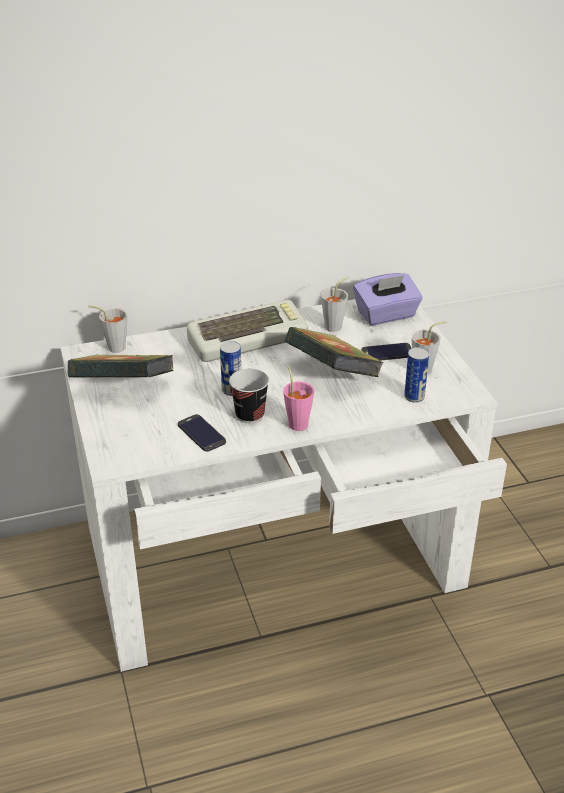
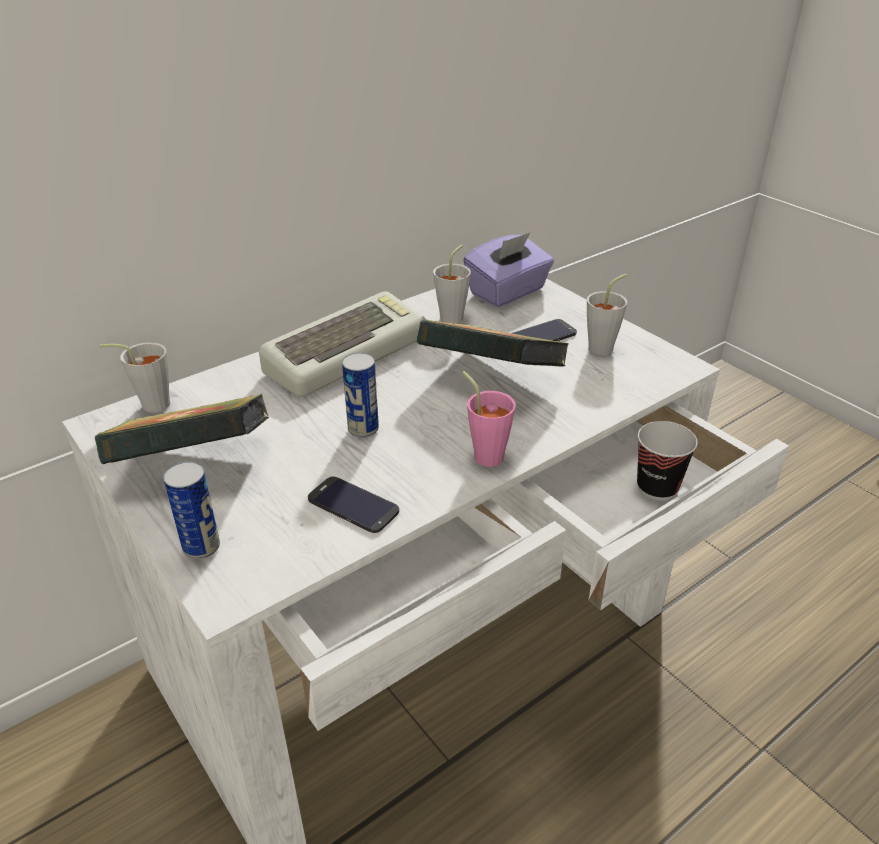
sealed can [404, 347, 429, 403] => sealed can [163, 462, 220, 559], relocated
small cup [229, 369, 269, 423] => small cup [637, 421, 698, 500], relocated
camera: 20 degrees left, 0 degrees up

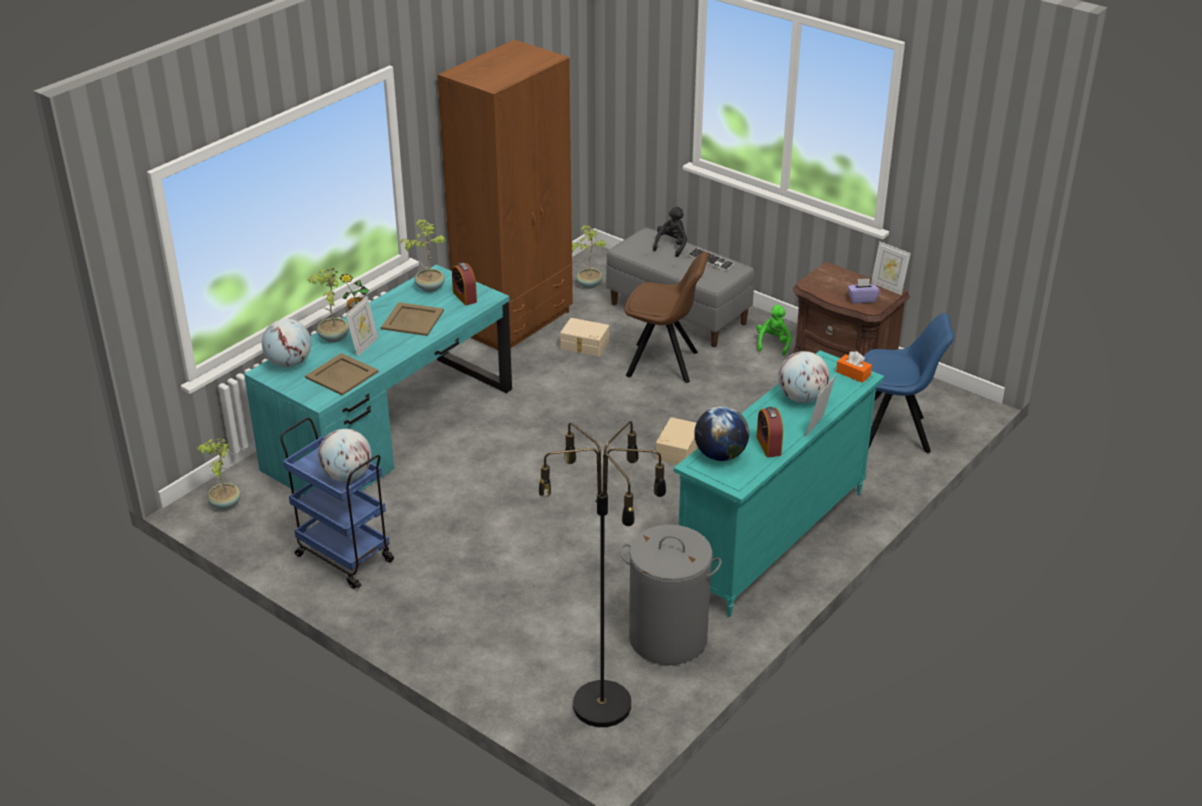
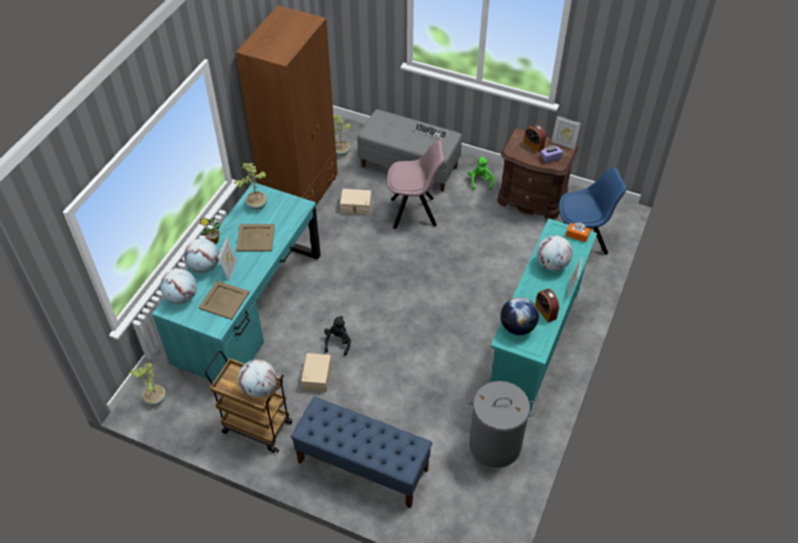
black-coloured soft toy [653, 207, 687, 257] => black-coloured soft toy [324, 316, 351, 356], relocated
brown-coloured plain chair [625, 251, 708, 383] => pink-coloured plain chair [387, 140, 444, 229]
bedside clock [452, 262, 477, 306] => bedside clock [524, 124, 546, 152], relocated
potted plant [307, 268, 349, 343] => globe [184, 238, 219, 273]
beige storage container [656, 417, 698, 465] => beige storage container [301, 353, 332, 392], relocated
blue-coloured wheeled cart [280, 418, 394, 589] => brown-coloured wheeled cart [205, 351, 292, 453]
standard lamp [539, 421, 666, 727] => nothing
nothing => blue-coloured bench [291, 396, 432, 509]
camera: 15 degrees left, 15 degrees up

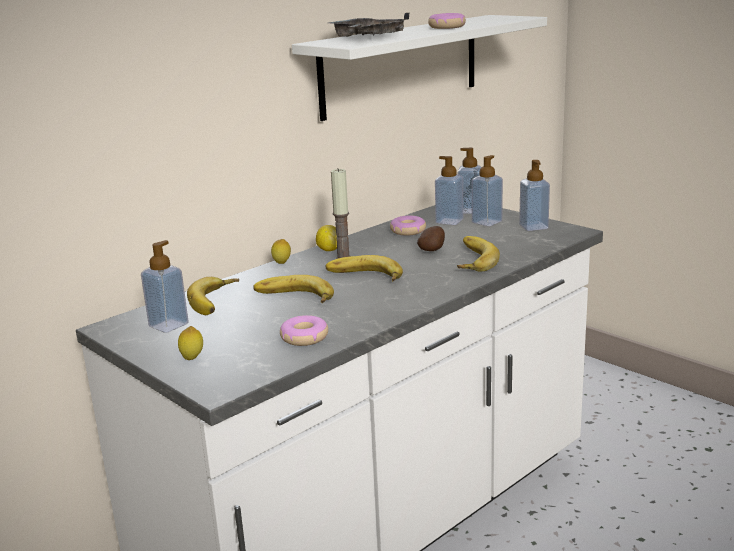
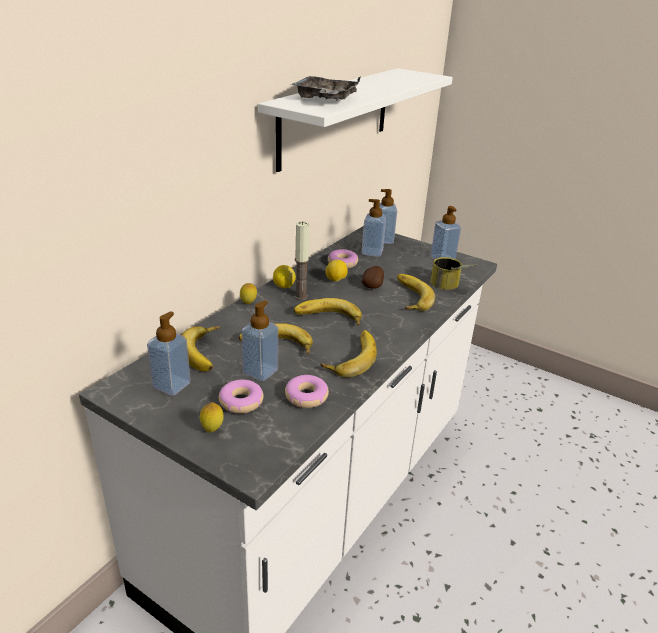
doughnut [428, 13, 466, 29] => doughnut [219, 379, 264, 414], relocated
soap bottle [472, 155, 503, 226] => soap bottle [241, 300, 278, 381], relocated
nothing => sealed can [430, 257, 477, 290]
nothing => whole lemon [325, 260, 348, 281]
nothing => banana [321, 330, 377, 377]
camera: 15 degrees left, 10 degrees up

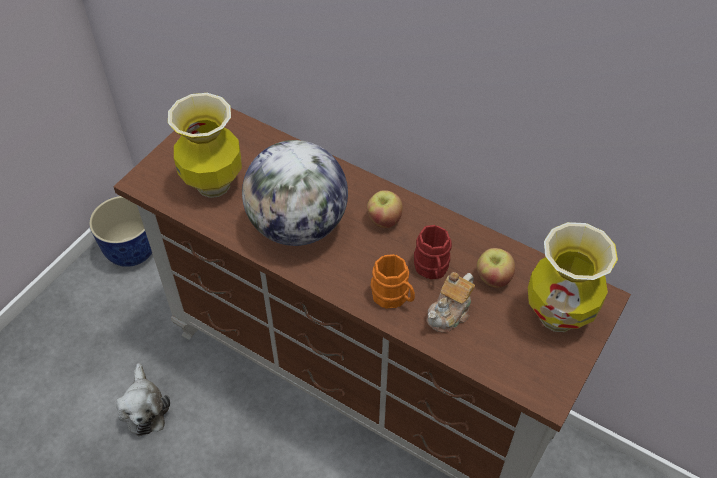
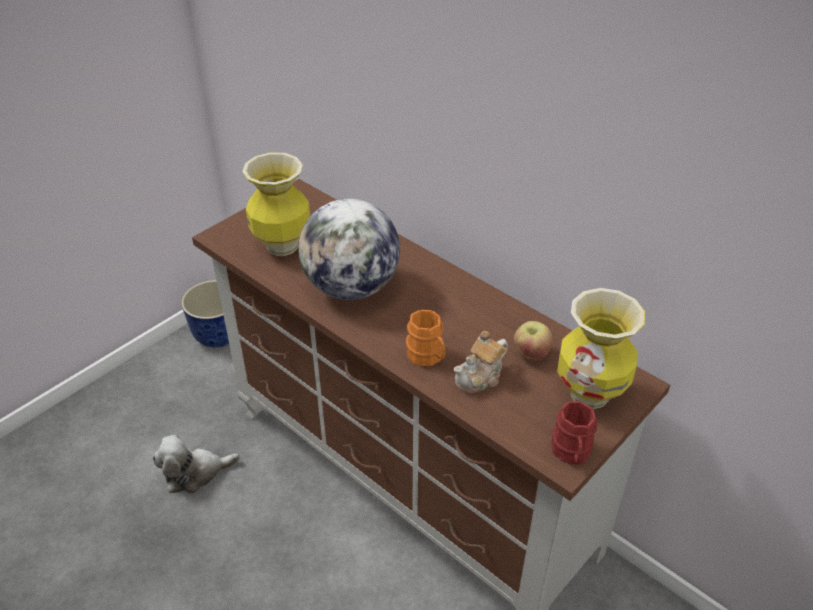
apple fruit [367, 190, 403, 228] => nothing
red-coloured mug [414, 225, 452, 279] => red-coloured mug [551, 401, 597, 465], relocated
soft toy [116, 363, 170, 436] => soft toy [153, 435, 240, 493], 75 degrees clockwise
camera: 10 degrees right, 10 degrees down

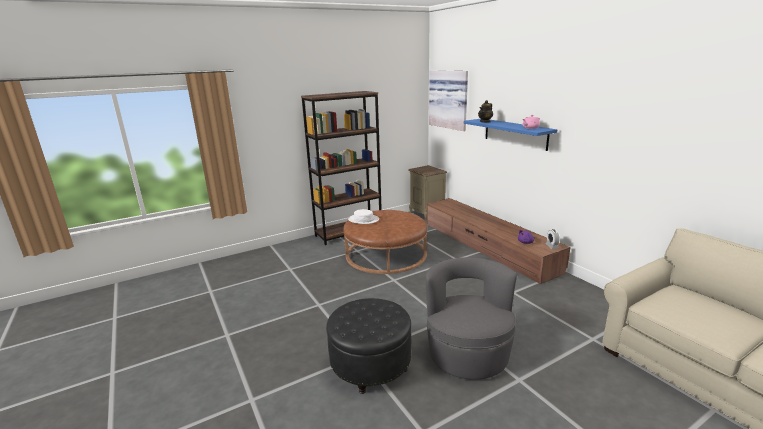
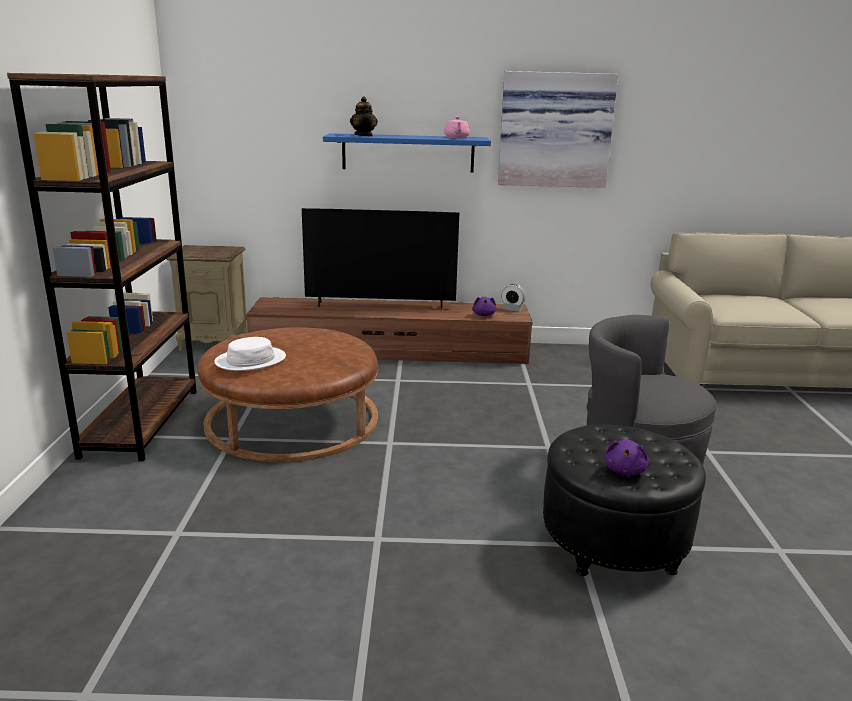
picture [429, 70, 468, 131] => picture [498, 71, 618, 188], relocated
nothing => television [302, 208, 459, 310]
nothing => purple soft toy [604, 440, 650, 476]
camera: 60 degrees left, 0 degrees up

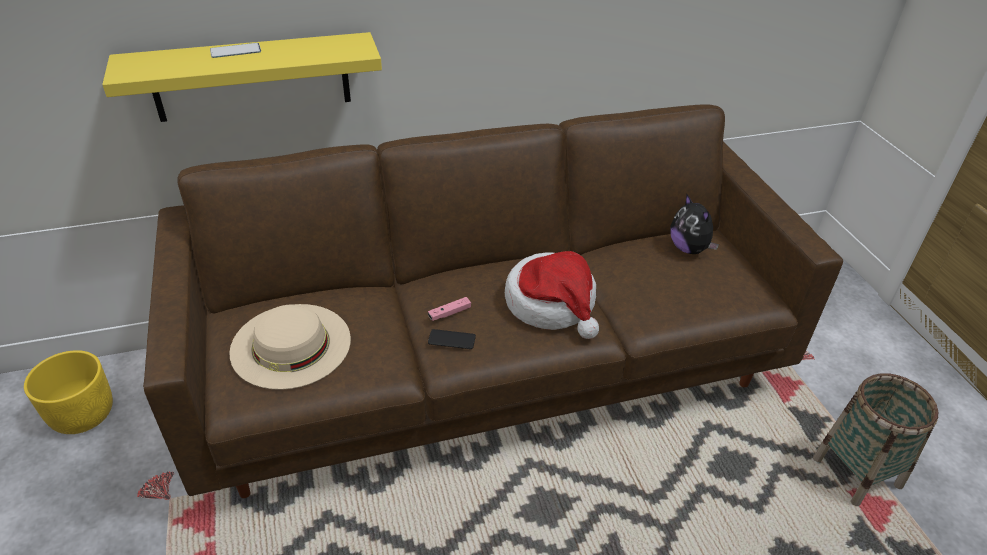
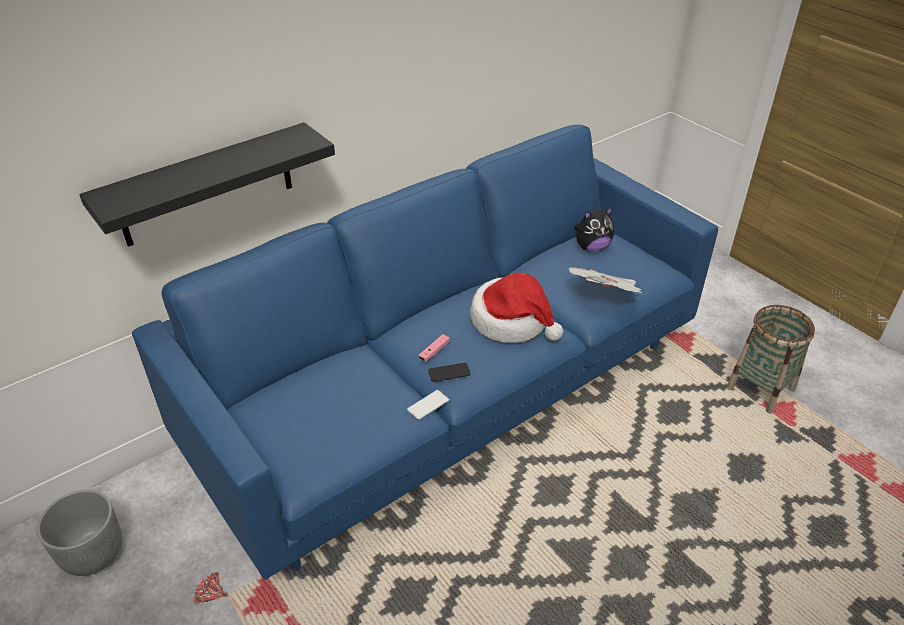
yellow wall shelf [102, 32, 382, 122] => black-coloured wall shelf [79, 122, 335, 247]
telephone [210, 43, 261, 58] => telephone [407, 389, 450, 420], relocated
brown-coloured sofa [143, 104, 843, 498] => blue-coloured sofa [132, 125, 718, 580]
soft toy [670, 194, 719, 254] => soft toy [574, 206, 614, 252], 60 degrees counterclockwise
beige clothing hat [229, 304, 351, 390] => nothing
yellow planter [24, 350, 113, 434] => gray planter [37, 490, 122, 576]
nothing => daily paper [569, 267, 642, 293]
camera: 20 degrees left, 0 degrees up

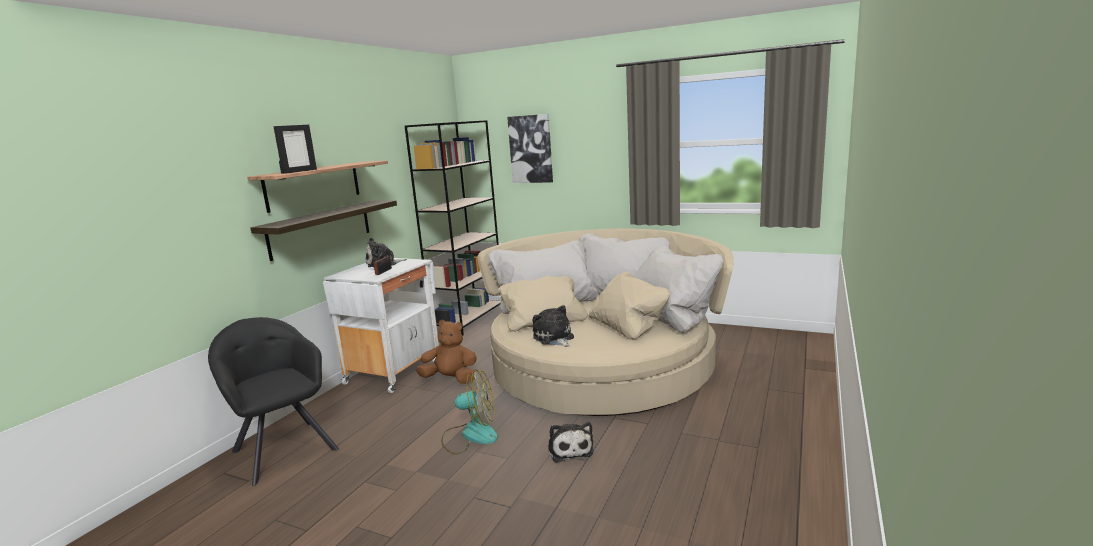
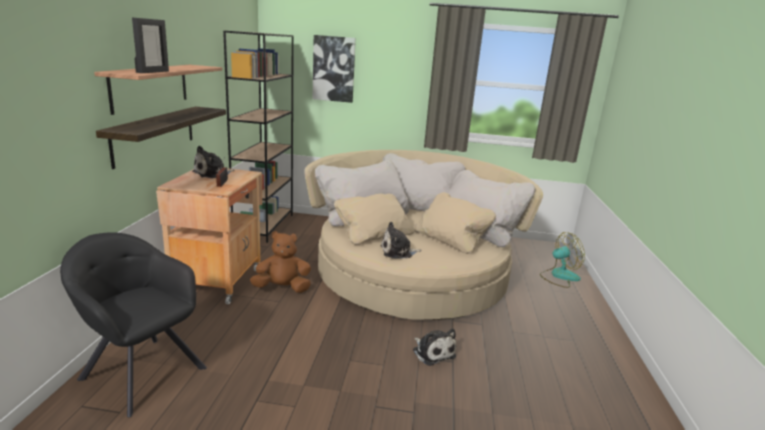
white-coloured wheeled cart [323, 258, 439, 393] => brown-coloured wheeled cart [156, 168, 262, 304]
soft toy [532, 305, 574, 347] => soft toy [380, 222, 422, 259], 60 degrees counterclockwise
electric fan [441, 369, 498, 455] => electric fan [540, 232, 585, 288], relocated
camera: 20 degrees left, 5 degrees up

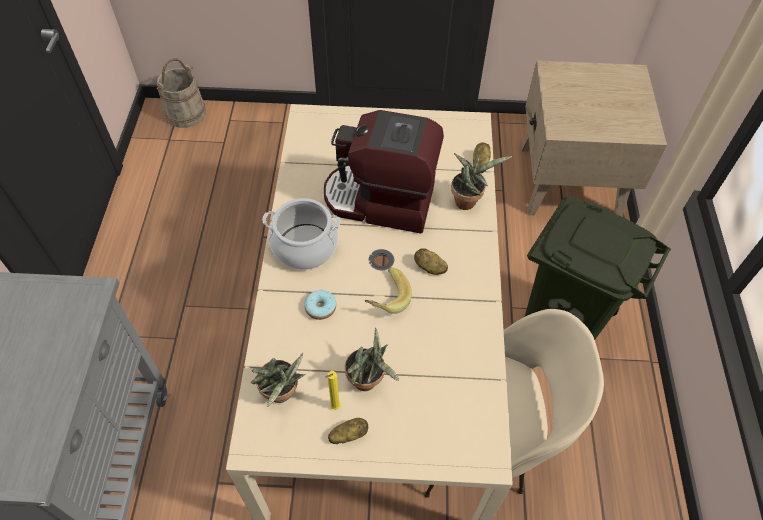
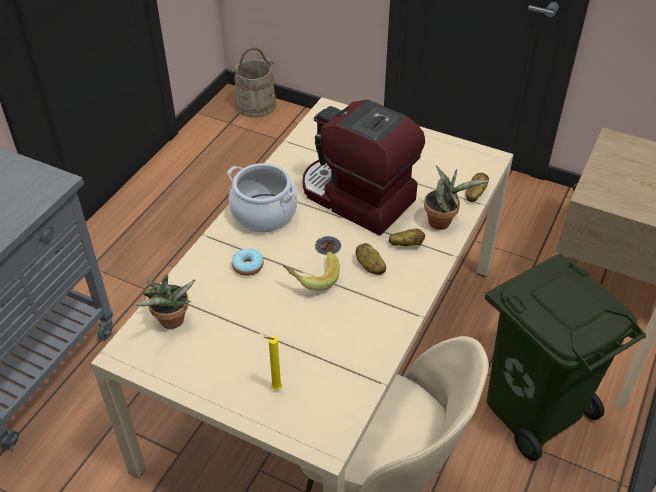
potted plant [345, 327, 399, 391] => nothing
yellow candle [325, 371, 340, 410] => yellow candle [263, 336, 282, 390], relocated
whole potato [328, 418, 368, 444] => whole potato [389, 228, 425, 246], relocated
camera: 25 degrees right, 10 degrees down

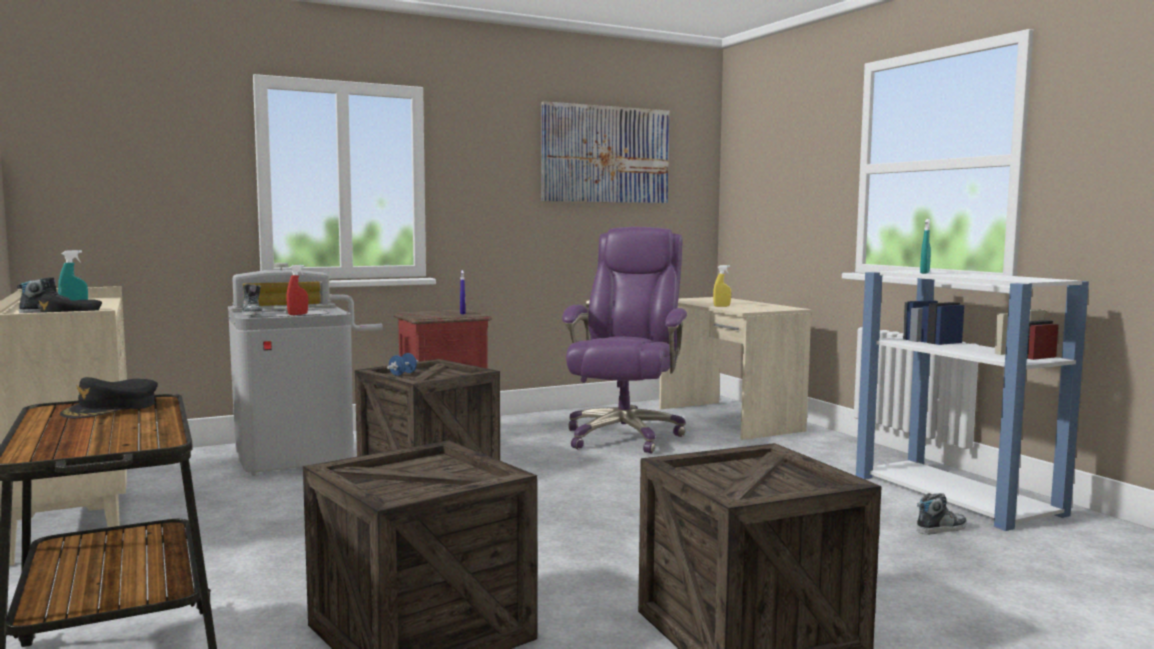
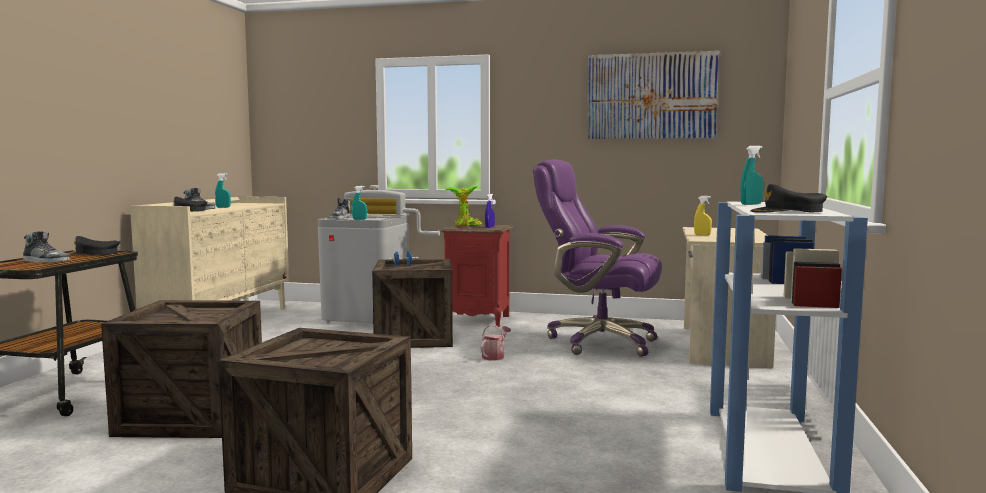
purple office chair [562, 227, 687, 453] => purple office chair [533, 160, 662, 357], 120 degrees counterclockwise
red-coloured sprayer [287, 265, 308, 315] => blue-green sprayer [352, 186, 367, 220]
low shoe [917, 493, 967, 535] => low shoe [23, 231, 70, 263], relocated
nothing => black-coloured baseball cap [750, 184, 827, 213]
nothing => potted plant [445, 186, 482, 227]
nothing => watering pot [481, 325, 511, 361]
camera: 40 degrees right, 0 degrees up

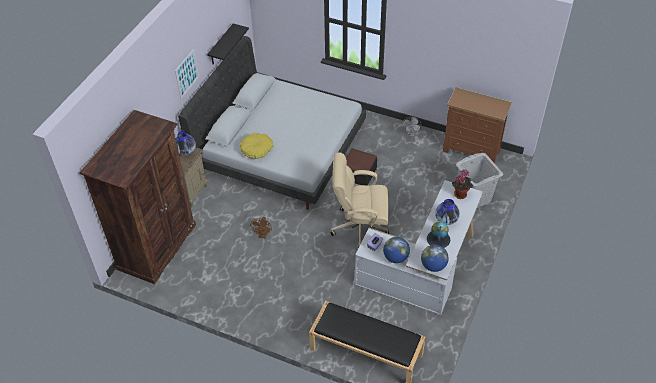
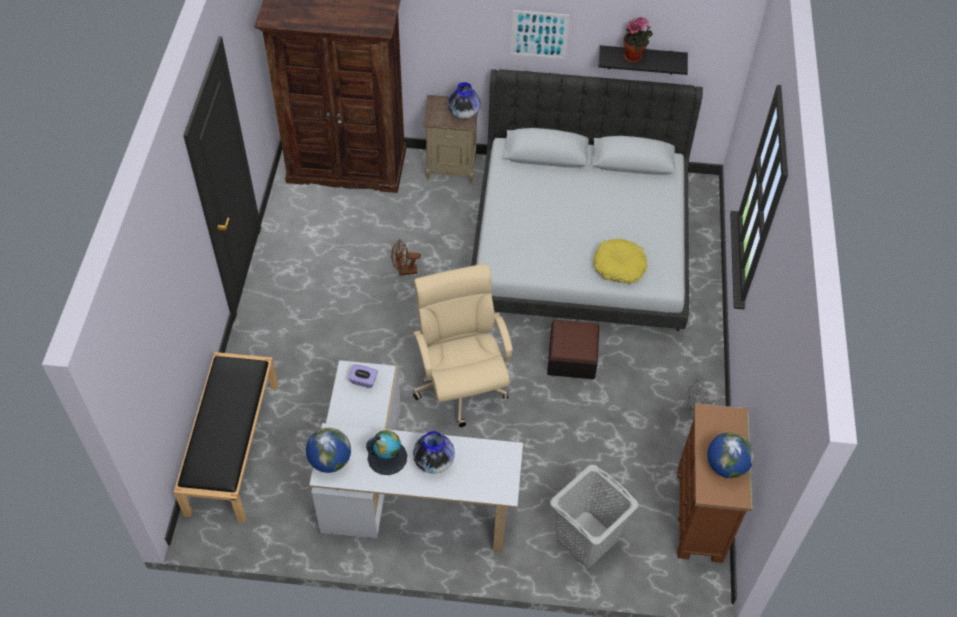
yellow pillow [240, 133, 273, 159] => yellow pillow [593, 239, 647, 284], relocated
potted plant [452, 169, 473, 199] => potted plant [623, 17, 653, 63], relocated
globe [383, 237, 410, 263] => globe [707, 432, 754, 478], relocated
camera: 70 degrees right, 5 degrees up

